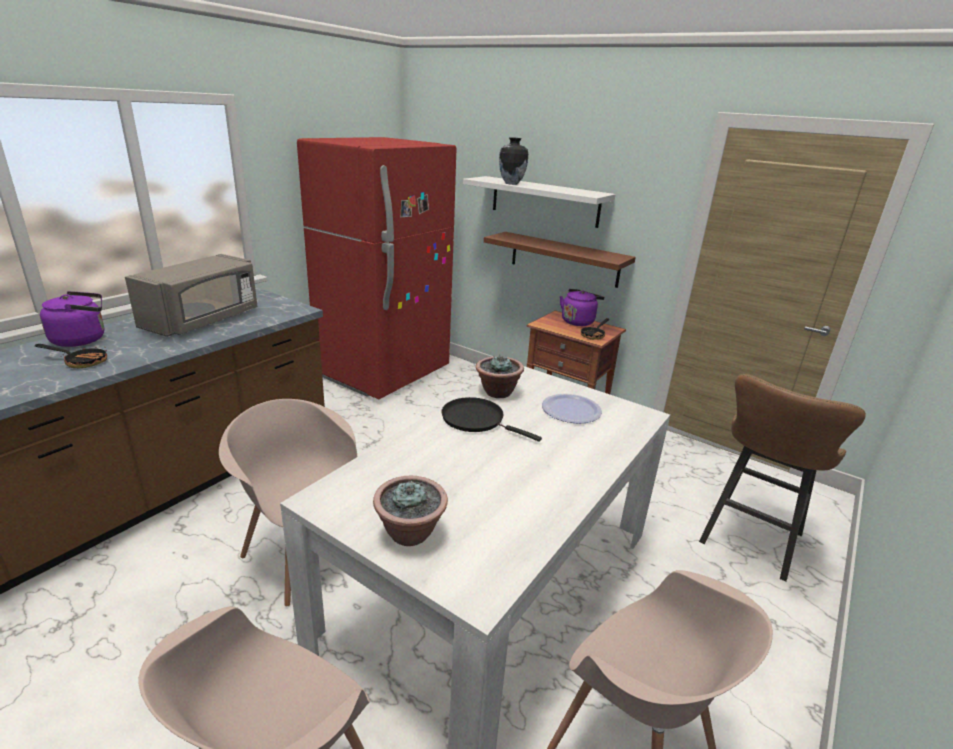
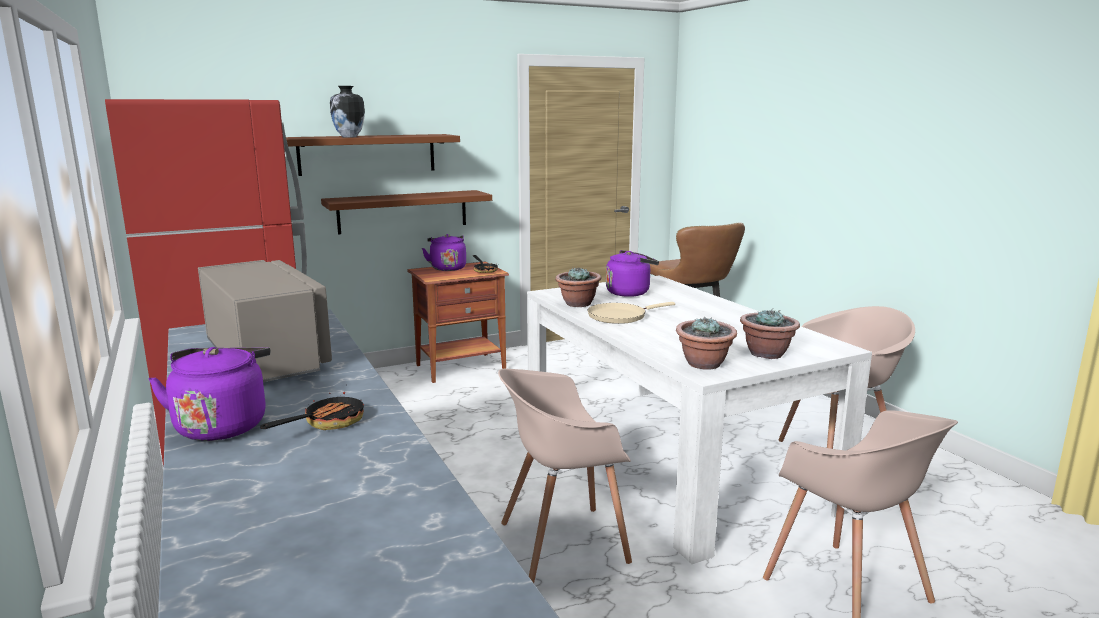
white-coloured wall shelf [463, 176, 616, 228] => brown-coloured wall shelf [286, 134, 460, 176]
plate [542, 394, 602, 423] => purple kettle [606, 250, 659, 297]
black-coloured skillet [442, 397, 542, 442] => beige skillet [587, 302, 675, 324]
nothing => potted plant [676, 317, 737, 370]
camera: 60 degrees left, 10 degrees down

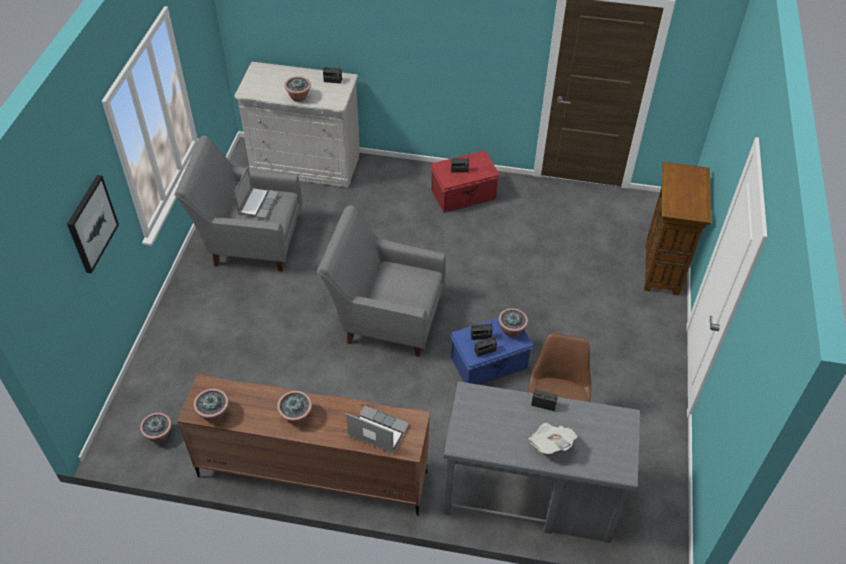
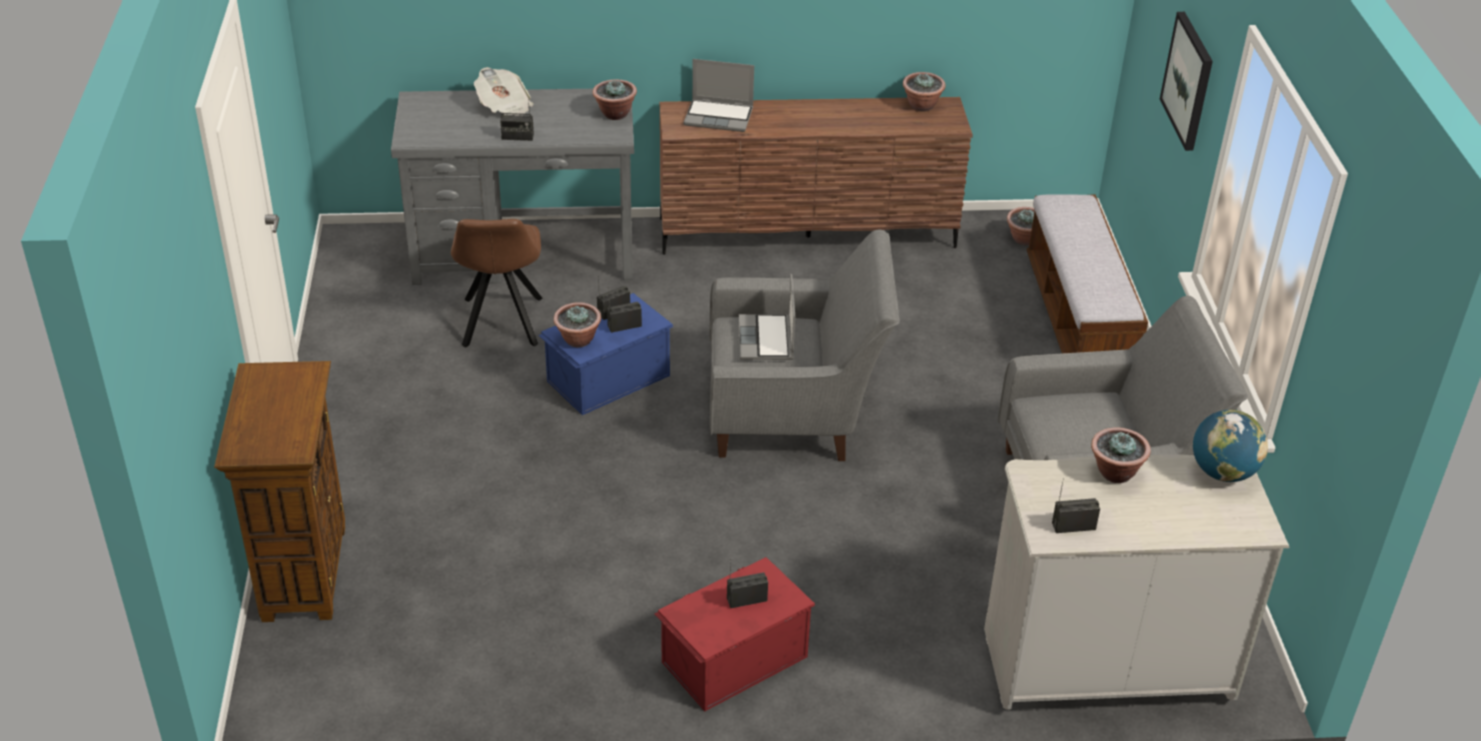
laptop [234, 166, 278, 219] => laptop [739, 274, 795, 360], relocated
potted plant [277, 391, 312, 424] => potted plant [592, 79, 637, 120], relocated
nothing => bench [1027, 194, 1148, 353]
nothing => globe [1193, 410, 1268, 482]
camera: 165 degrees right, 10 degrees down

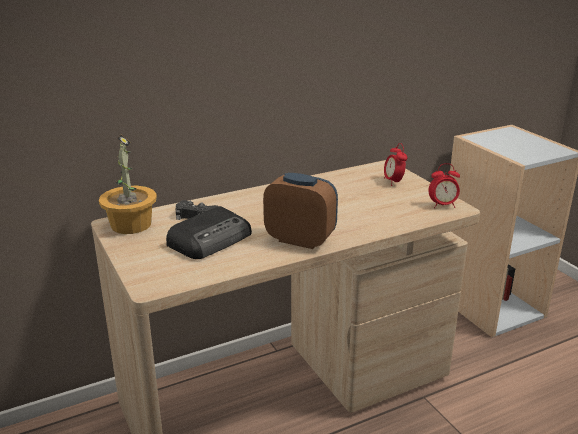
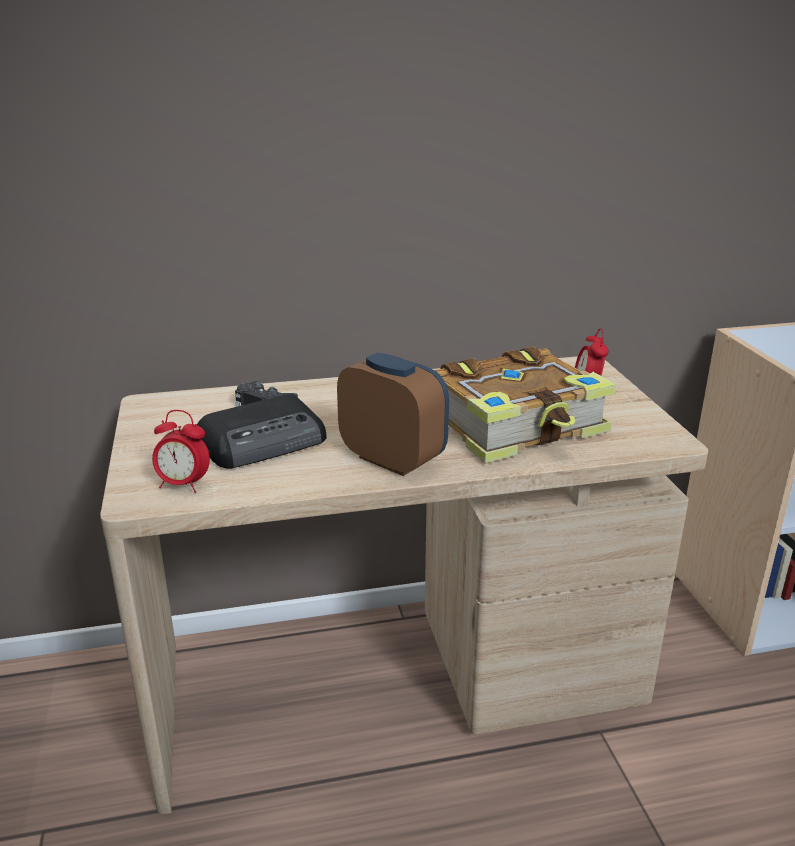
potted plant [99, 135, 157, 234] => nothing
bedside clock [428, 163, 460, 208] => bedside clock [152, 410, 210, 493], relocated
nothing => bound book [434, 347, 616, 463]
camera: 15 degrees right, 0 degrees up

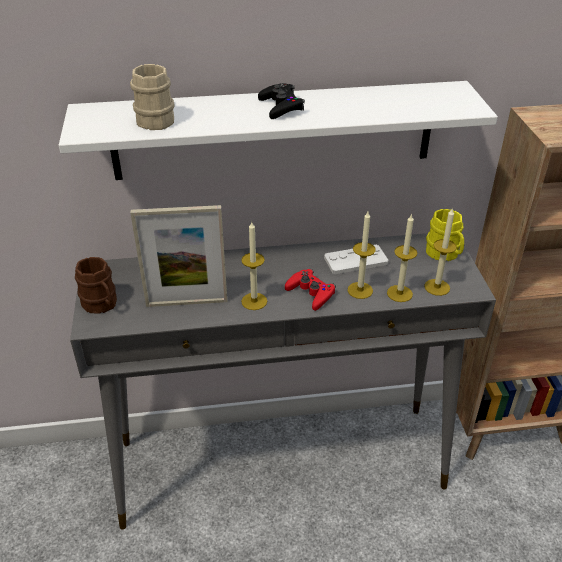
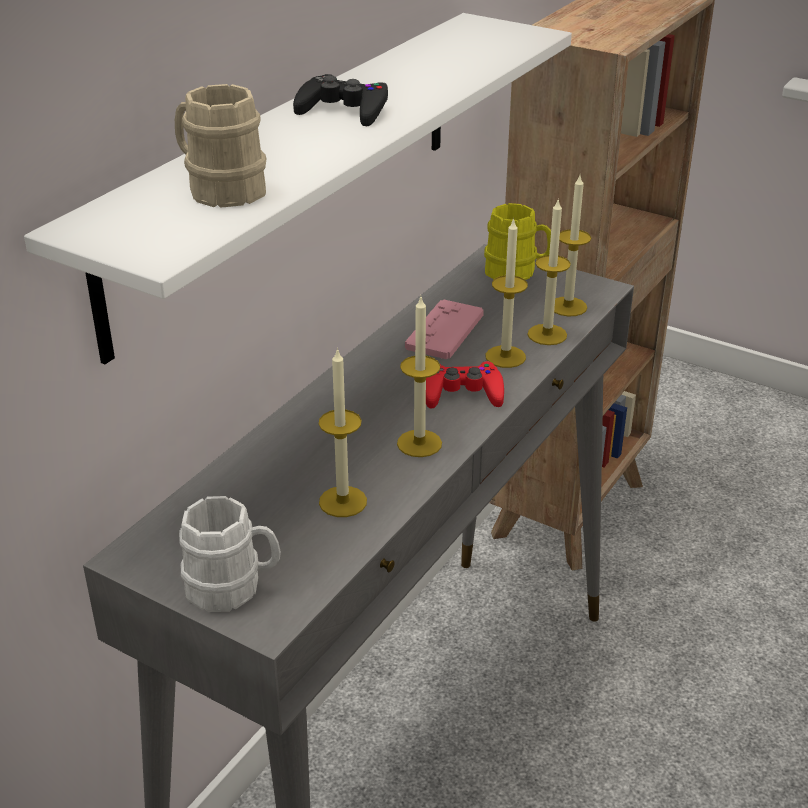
standing frame [130, 205, 227, 307] => candle [319, 347, 367, 517]
white-coloured joypad [324, 244, 389, 274] => pink-coloured joypad [405, 299, 484, 359]
brown-coloured mug [75, 257, 117, 314] => white-coloured mug [179, 496, 281, 612]
camera: 50 degrees left, 5 degrees down

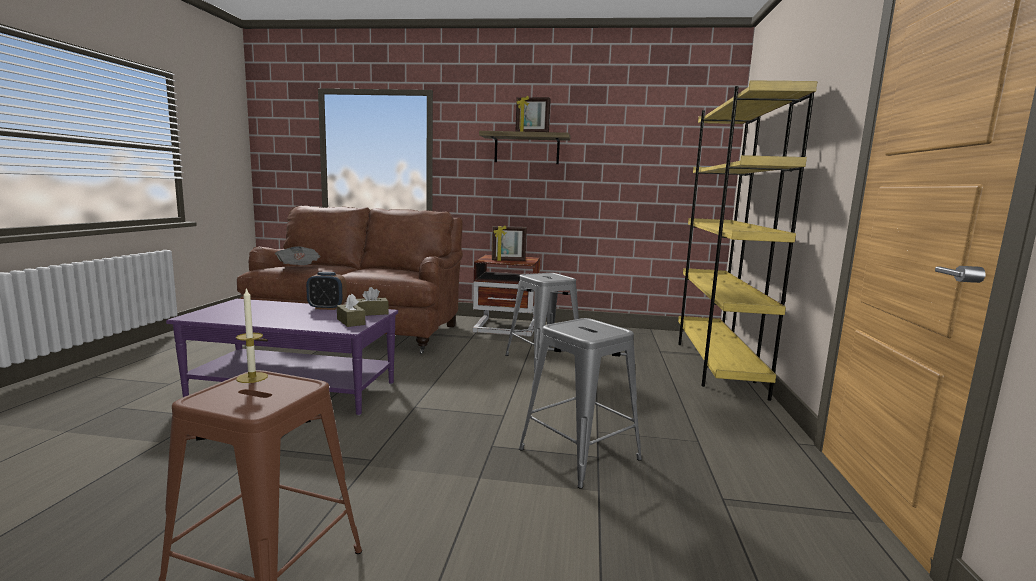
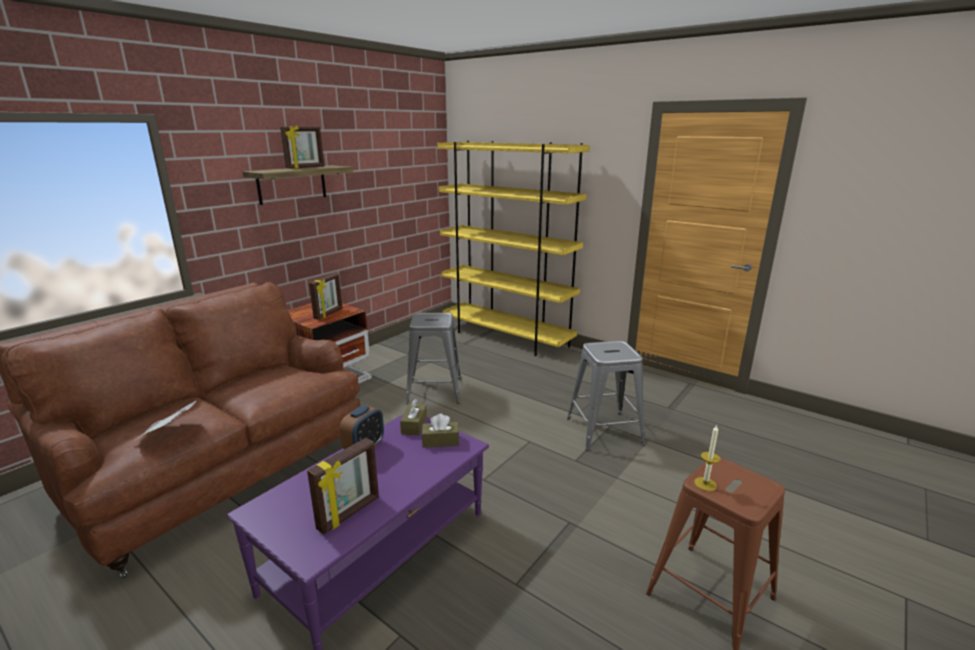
nothing => standing frame [307, 438, 379, 535]
camera: 60 degrees left, 10 degrees up

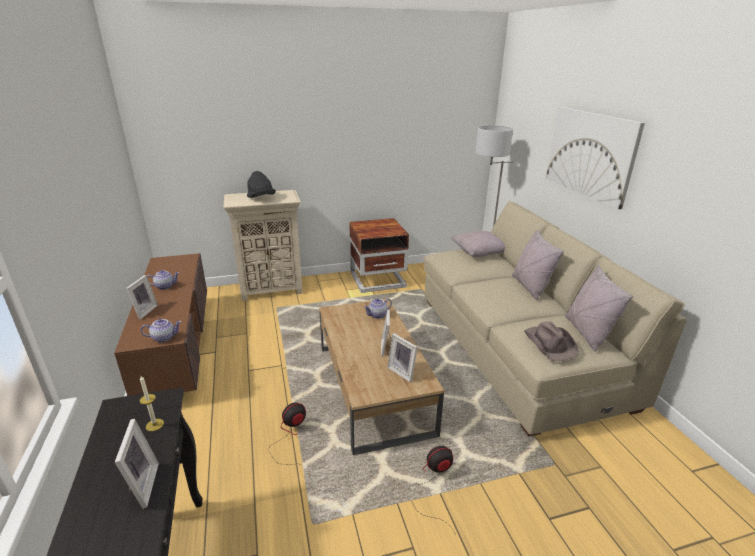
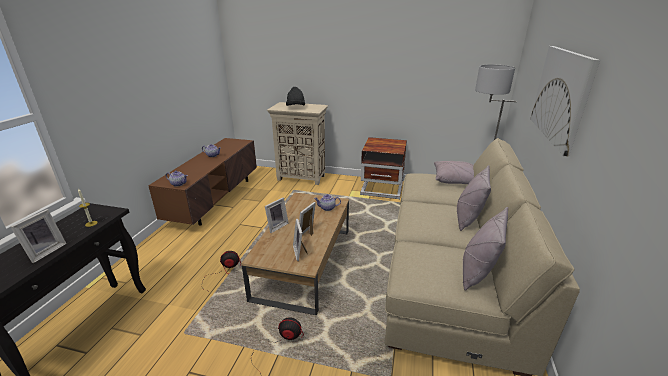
standing frame [126, 275, 158, 319] => standing frame [265, 197, 289, 233], relocated
brown-coloured clothing hat [524, 321, 579, 361] => nothing
camera: 30 degrees right, 0 degrees up

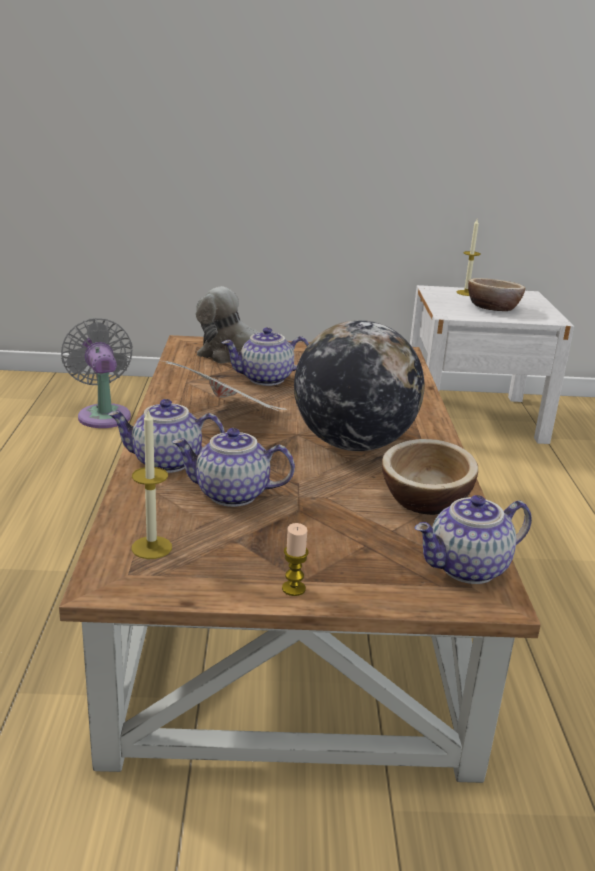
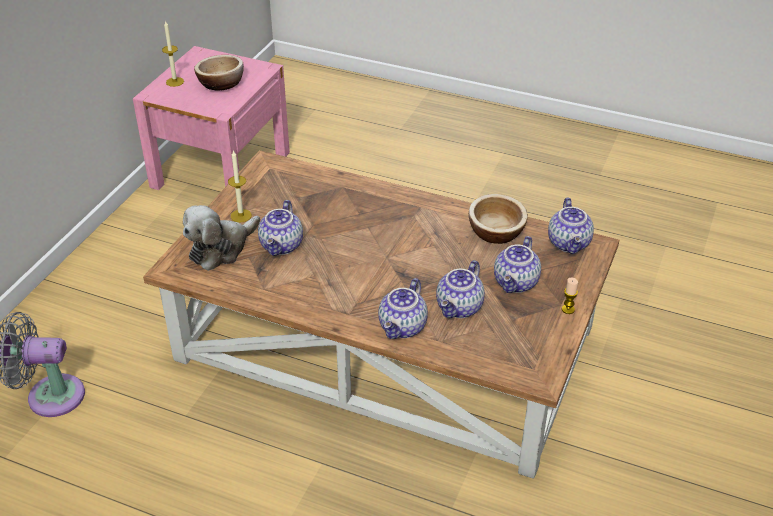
white-coloured bedside table [410, 285, 574, 444] => pink-coloured bedside table [133, 46, 290, 190]
globe [294, 320, 424, 451] => nothing
daily paper [165, 361, 287, 411] => nothing
candle [131, 409, 172, 559] => candle [228, 150, 252, 223], relocated
nothing => pot for tea [494, 236, 541, 293]
camera: 65 degrees left, 15 degrees up

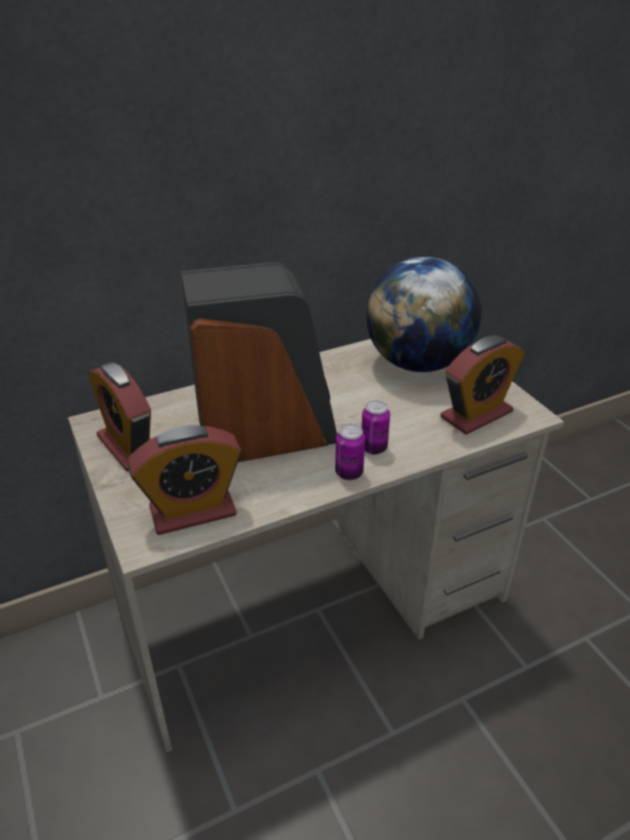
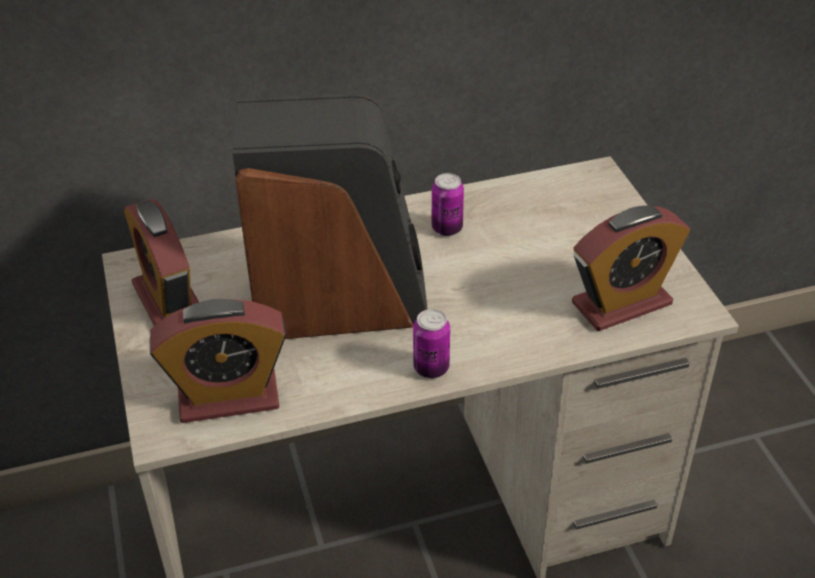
globe [366, 257, 481, 372] => nothing
sealed can [362, 400, 390, 455] => sealed can [432, 173, 464, 236], relocated
camera: 10 degrees right, 5 degrees up

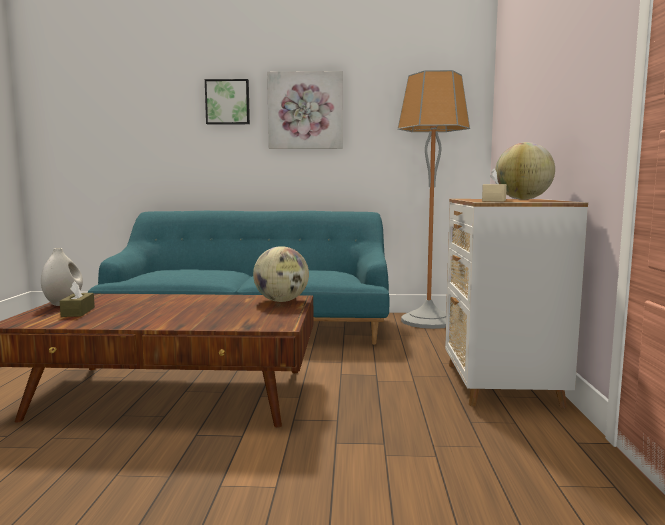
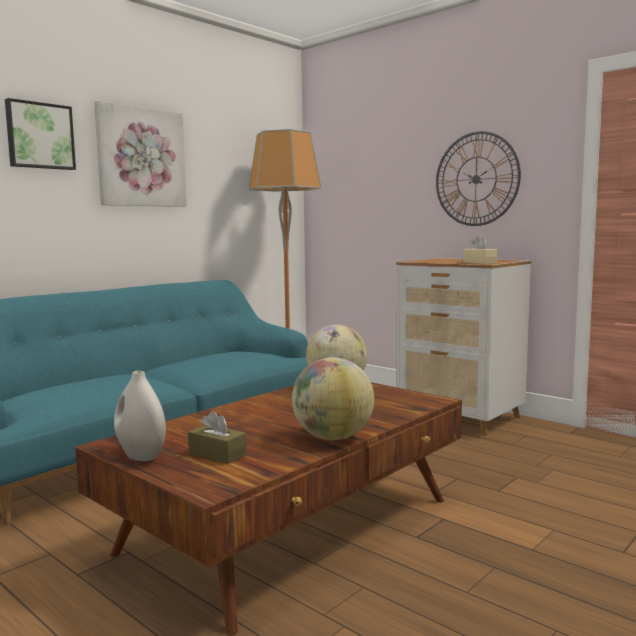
globe [495, 142, 555, 200] => globe [292, 357, 374, 440], relocated
nothing => wall clock [436, 131, 521, 226]
camera: 50 degrees left, 0 degrees up

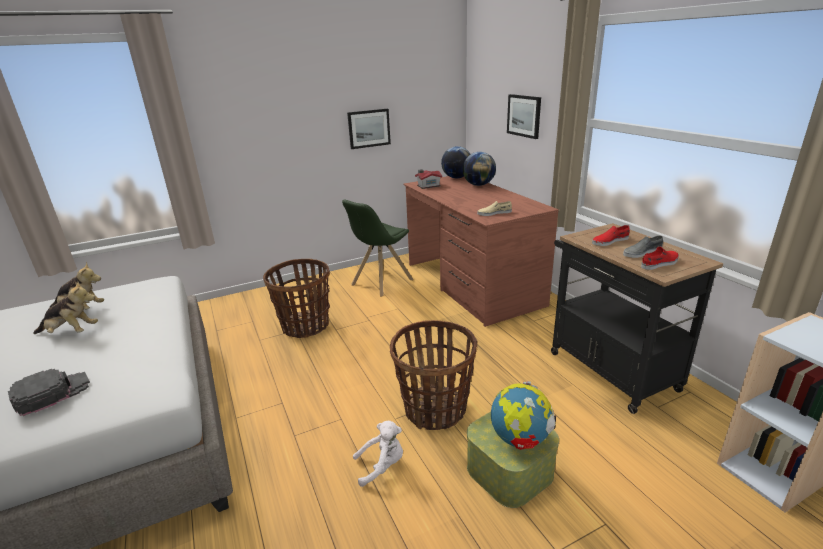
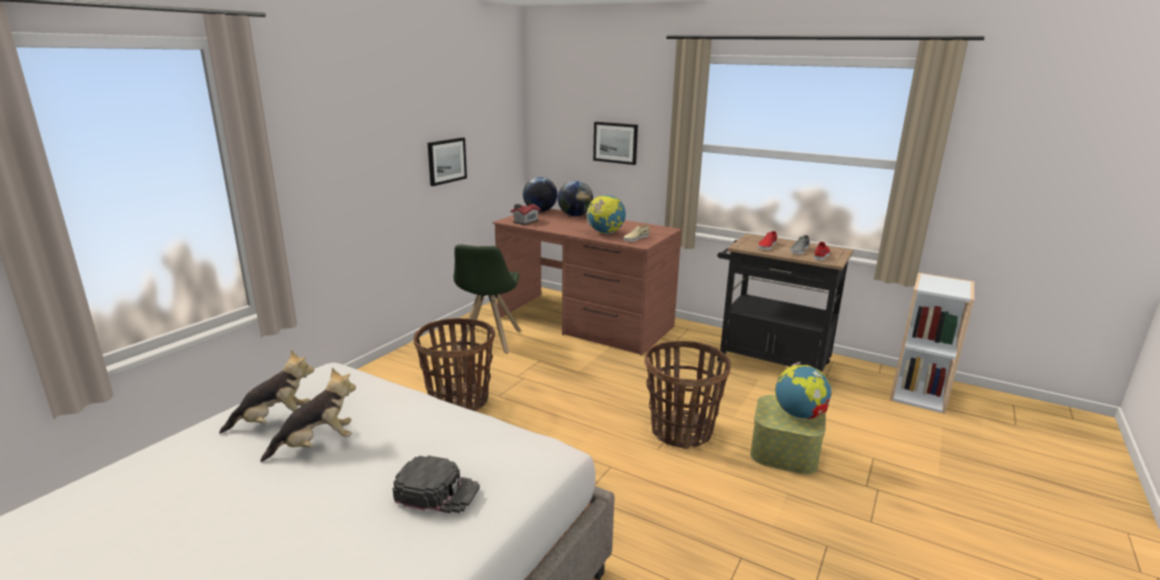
black-coloured baseball cap [8, 369, 90, 416] => black-coloured baseball cap [393, 455, 480, 513], 90 degrees clockwise
white-coloured soft toy [353, 421, 403, 487] => nothing
nothing => globe [585, 194, 626, 234]
camera: 35 degrees left, 5 degrees down

